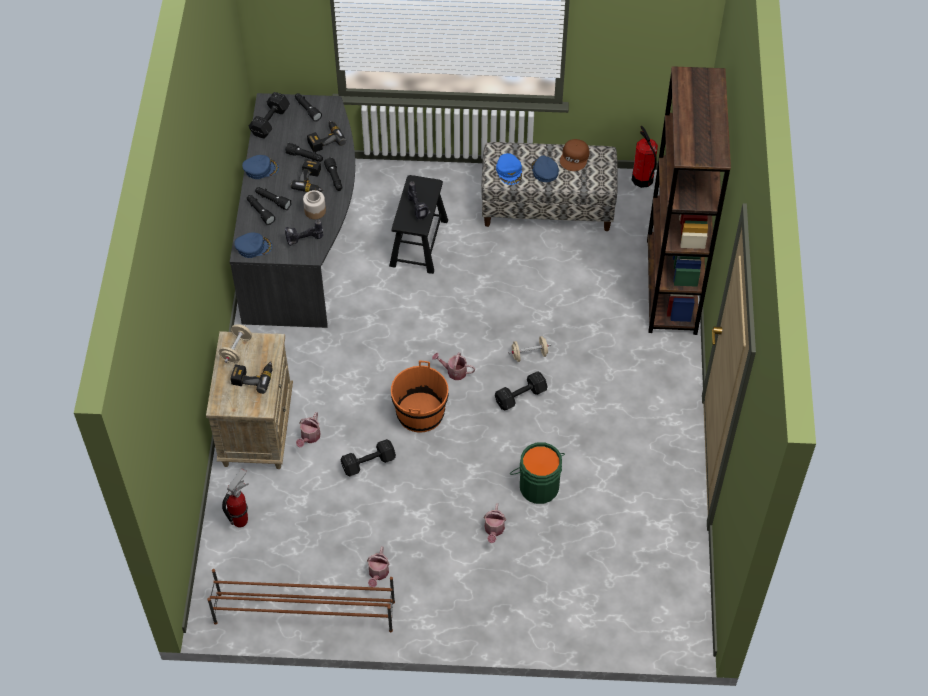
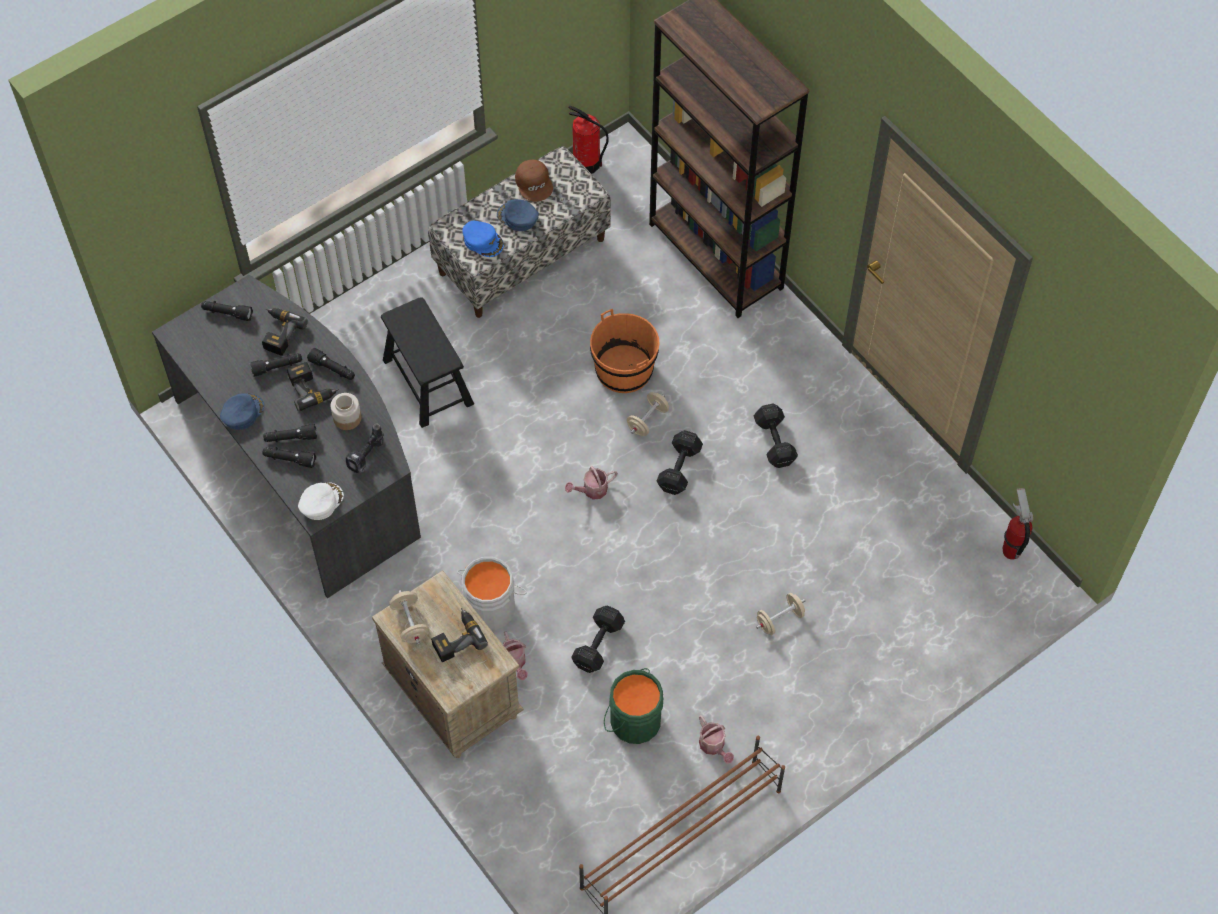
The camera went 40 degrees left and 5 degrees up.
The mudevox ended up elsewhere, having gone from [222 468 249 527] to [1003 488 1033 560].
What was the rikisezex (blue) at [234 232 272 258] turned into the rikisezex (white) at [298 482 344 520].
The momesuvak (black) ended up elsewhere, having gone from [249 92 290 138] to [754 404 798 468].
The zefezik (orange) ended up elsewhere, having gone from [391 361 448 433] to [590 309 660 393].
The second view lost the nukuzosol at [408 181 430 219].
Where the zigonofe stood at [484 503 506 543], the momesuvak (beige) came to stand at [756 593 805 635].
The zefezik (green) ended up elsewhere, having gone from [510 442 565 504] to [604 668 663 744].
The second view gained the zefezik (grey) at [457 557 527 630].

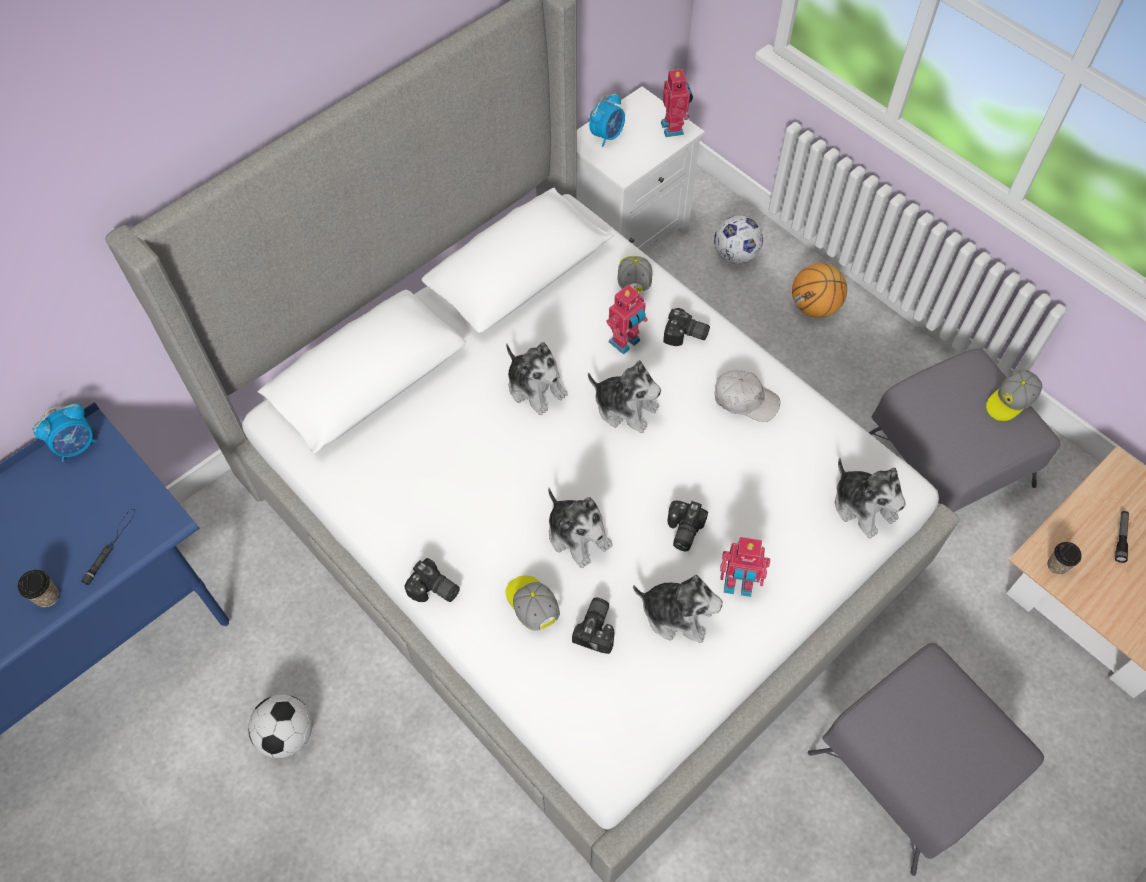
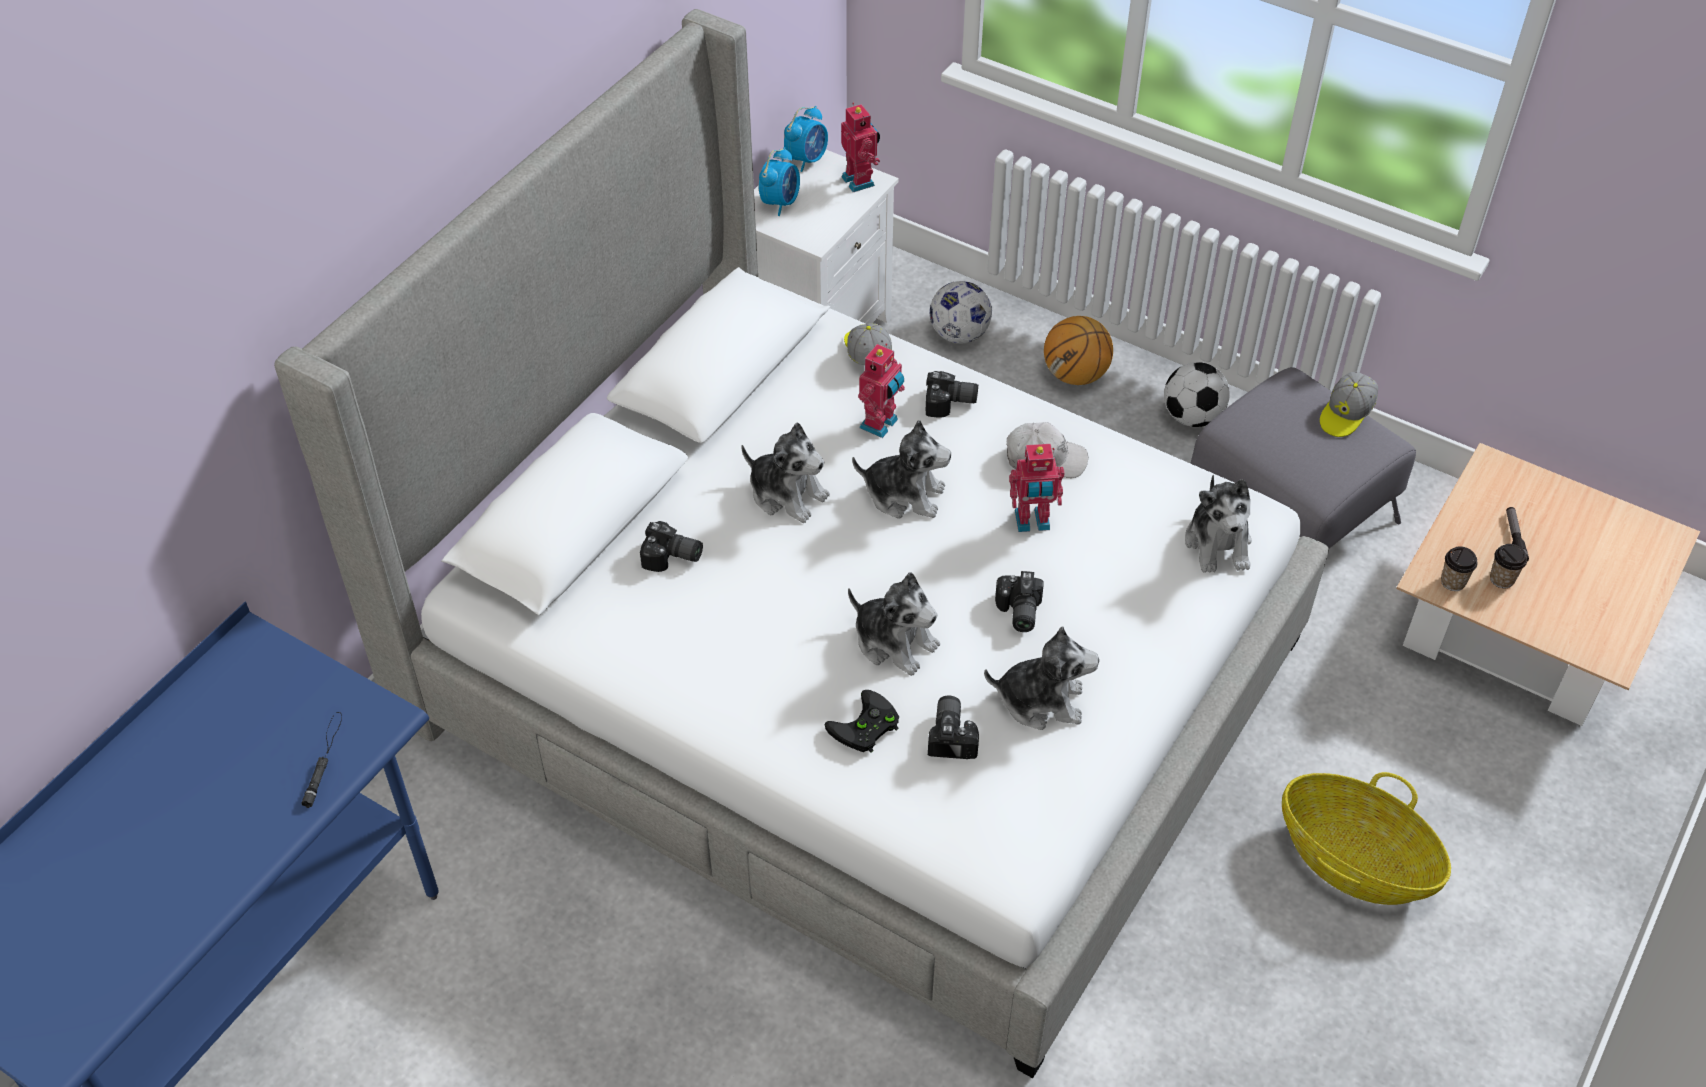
The camera went 15 degrees left and 10 degrees down.
The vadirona ended up elsewhere, having gone from [18 570 59 608] to [1490 544 1527 588].
The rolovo ended up elsewhere, having gone from [32 403 97 462] to [784 106 828 172].
The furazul ended up elsewhere, having gone from [248 694 312 758] to [1164 362 1230 427].
The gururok ended up elsewhere, having gone from [404 558 460 602] to [640 521 703 572].
Where the rikisezex stood at [505 575 560 631], the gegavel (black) came to stand at [825 690 899 753].
The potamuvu ended up elsewhere, having gone from [720 537 770 597] to [1009 444 1064 532].
Where the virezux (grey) stood at [808 643 1044 876], the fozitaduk came to stand at [1282 772 1451 905].
The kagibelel at [835 458 906 538] ended up facing another way, 45 degrees clockwise from before.

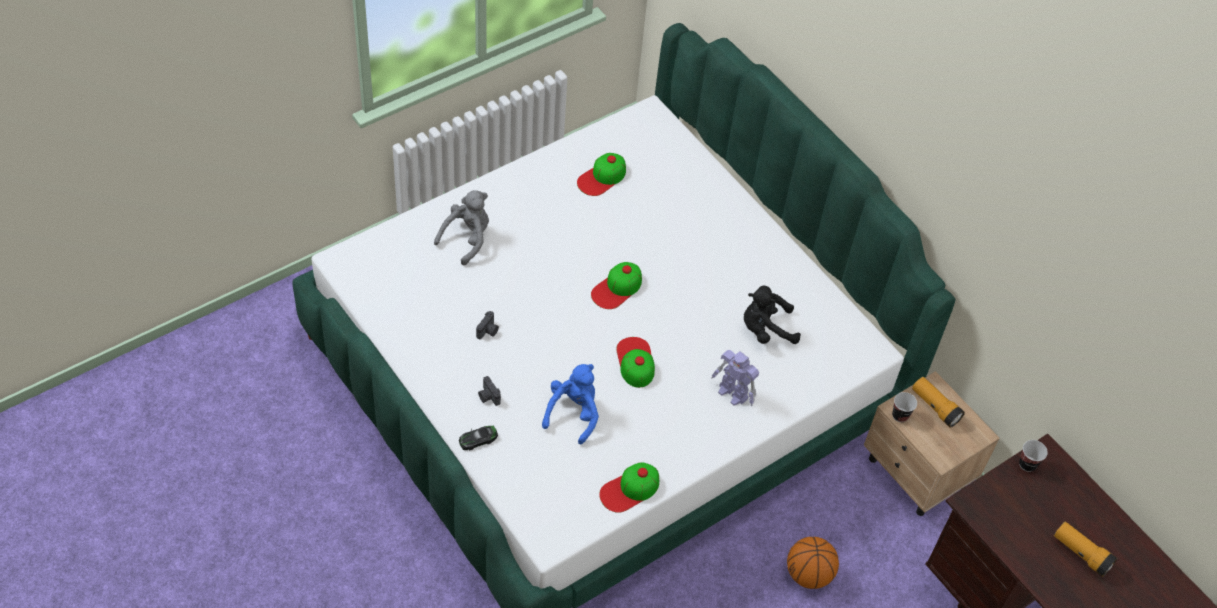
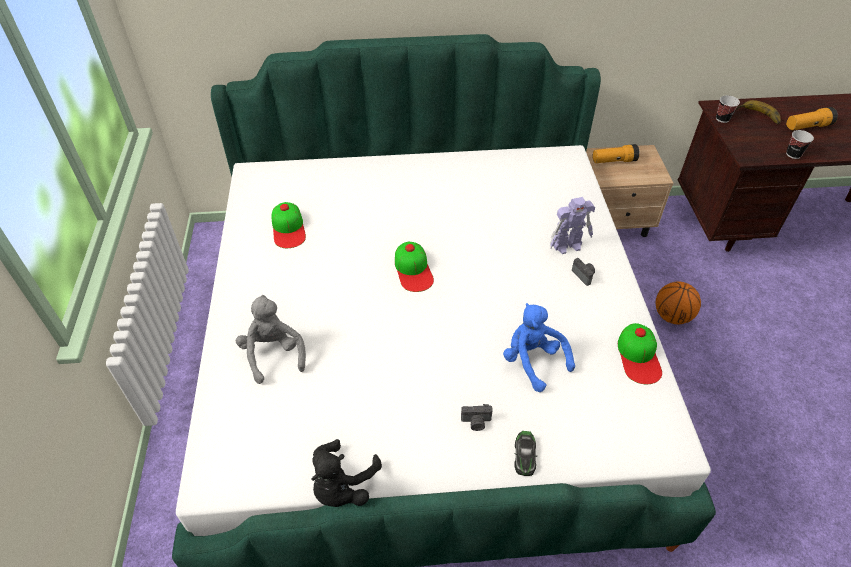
The camera went 55 degrees left and 5 degrees down.
The gururok ended up elsewhere, having gone from [476 311 499 339] to [572 258 595 286].
The second view lost the rikisezex at [617 337 655 388].
The kagibelel (black) ended up elsewhere, having gone from [744 286 801 344] to [311 439 382 507].
The vadirona ended up elsewhere, having gone from [892 392 917 422] to [786 130 814 159].
The second view gained the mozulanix at [736 100 781 124].

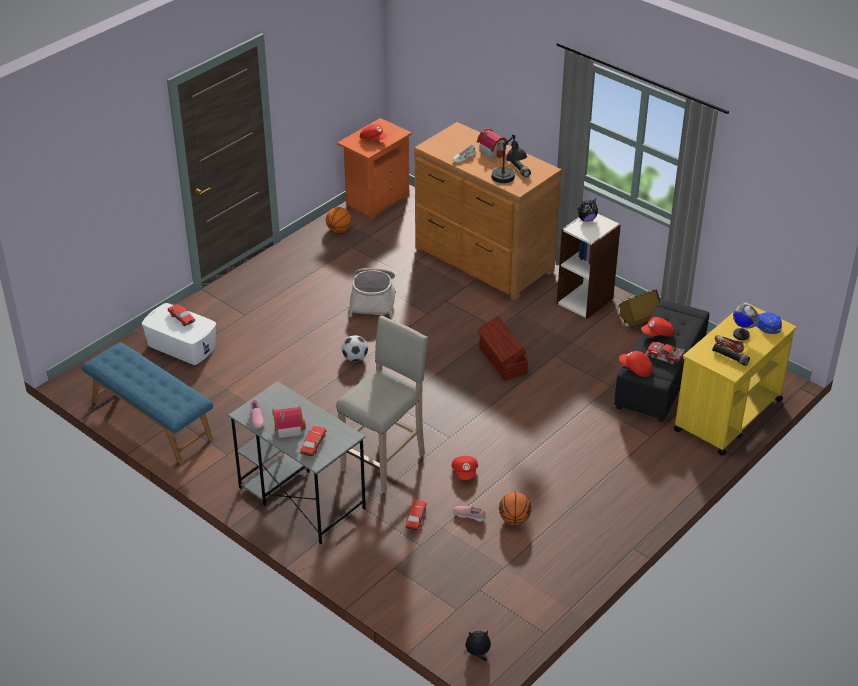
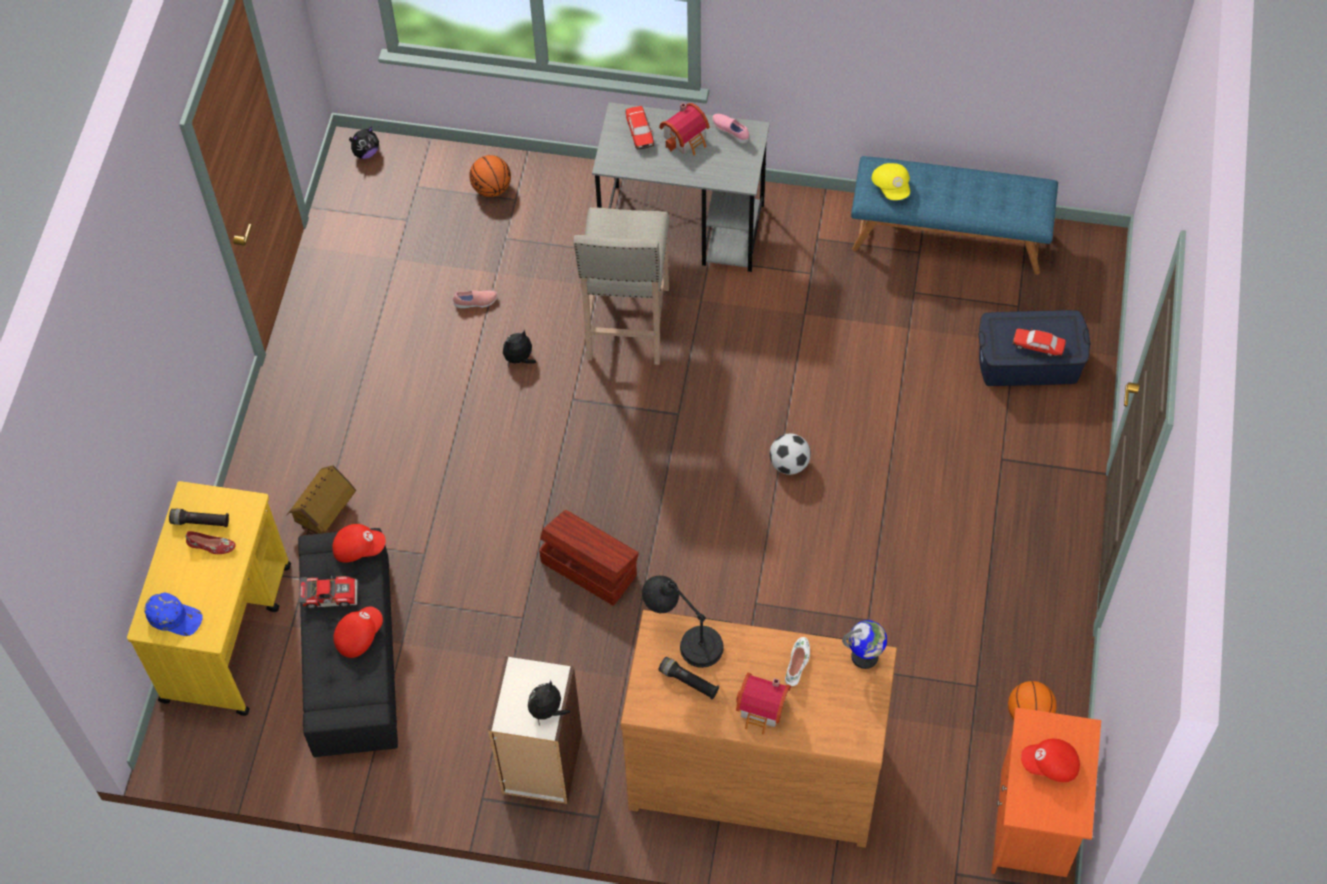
The camera went 150 degrees right and 20 degrees up.
What was the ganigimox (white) at [142 303 216 365] turned into the ganigimox (blue) at [978 310 1090 386].
The second view lost the fozitaduk at [349 268 396 318].
The second view lost the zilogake at [406 500 427 530].
Where the rikisezex (red) stood at [451 456 478 479], the kagibelel came to stand at [503 330 536 367].
The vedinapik ended up elsewhere, having gone from [499 492 531 525] to [469 155 511 197].
The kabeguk ended up elsewhere, having gone from [618 289 660 329] to [286 465 356 535].
The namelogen ended up elsewhere, having gone from [733 304 759 340] to [842 620 887 669].
The second view gained the rikisezex (yellow) at [872 163 910 200].

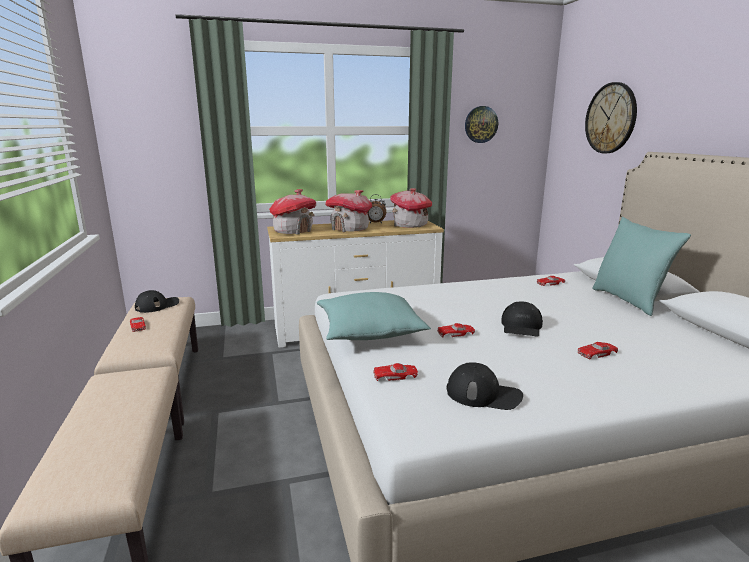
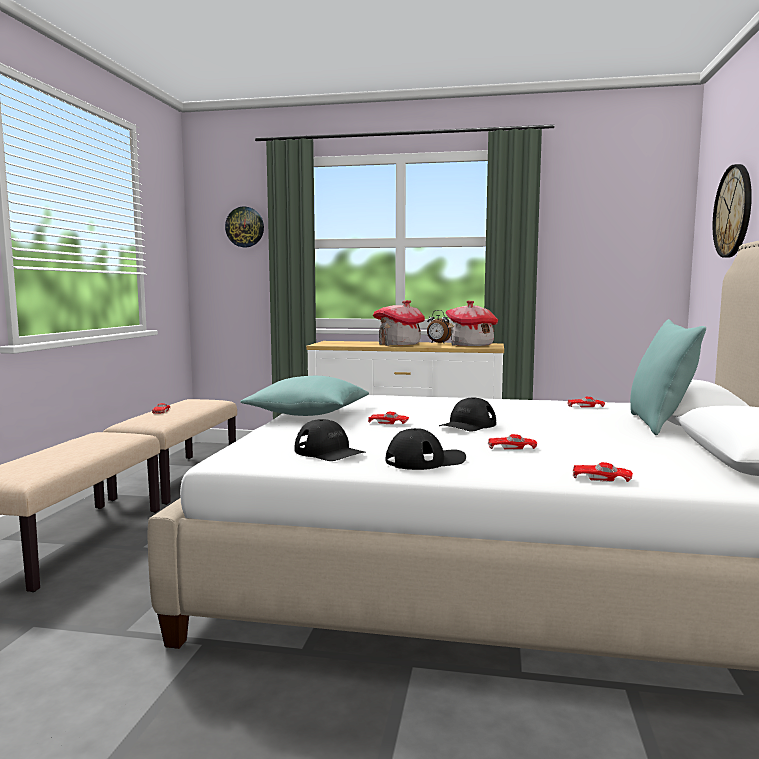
The camera went 25 degrees right and 10 degrees down.
The rikisezex (black) ended up elsewhere, having gone from [135 290 179 313] to [386 428 466 470].
The second view lost the kabeguk at [269 189 316 235].
The zilogake (red) ended up elsewhere, having gone from [373 363 418 381] to [572 462 633 482].
The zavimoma ended up elsewhere, having gone from [465 106 498 143] to [225 207 264 247].

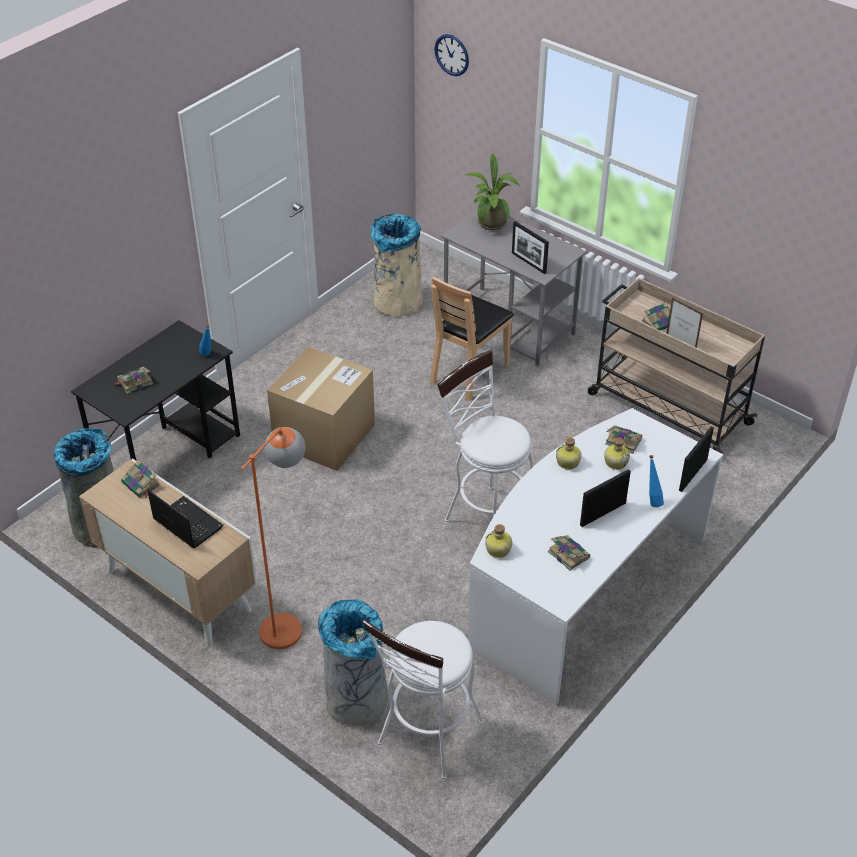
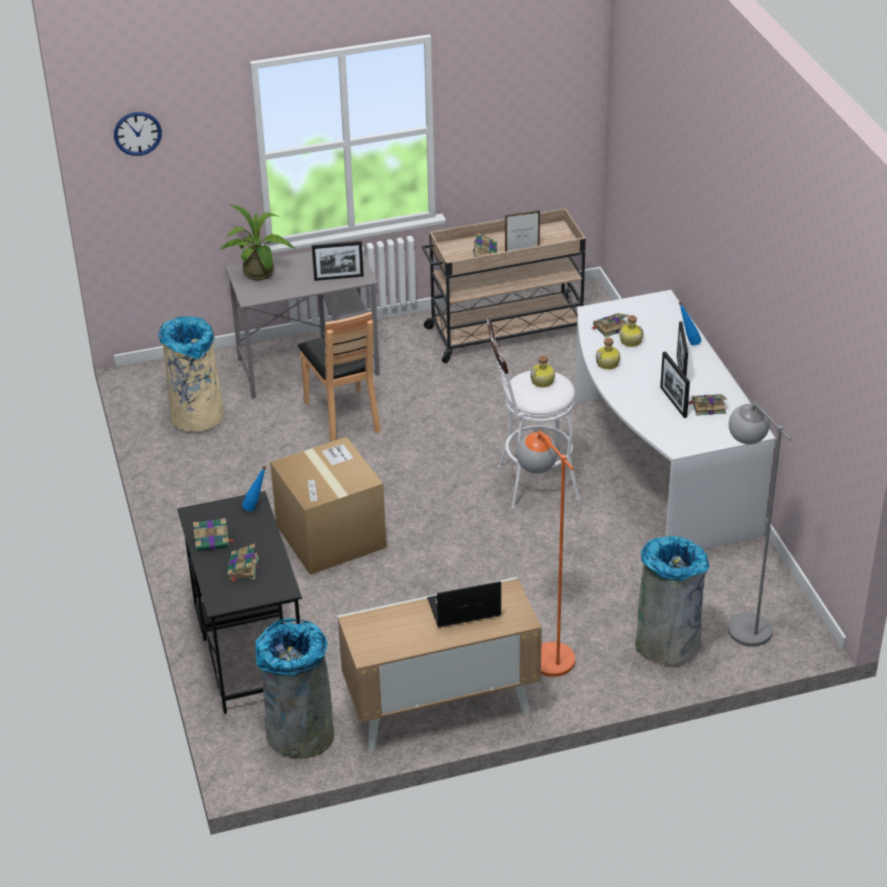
The camera went 55 degrees left and 5 degrees down.
The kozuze ended up elsewhere, having gone from [121 460 160 498] to [193 518 235 551].
Where the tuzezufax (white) stood at [363 619 484 779], the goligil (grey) came to stand at [728 402 791 647].
The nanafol ended up elsewhere, having gone from [485 524 512 558] to [531 355 555 388].
The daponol ended up elsewhere, having gone from [679 427 714 492] to [660 351 690 418].

